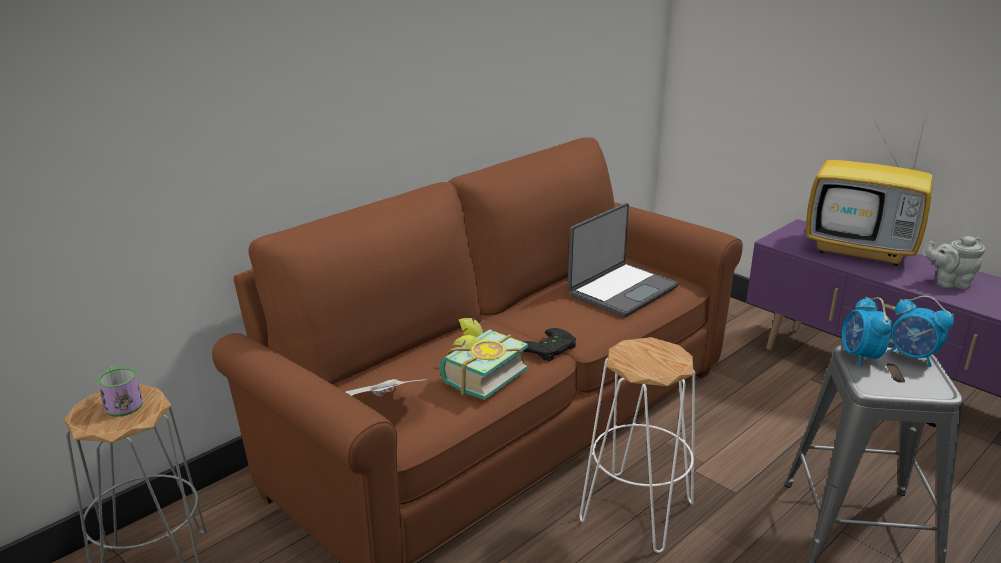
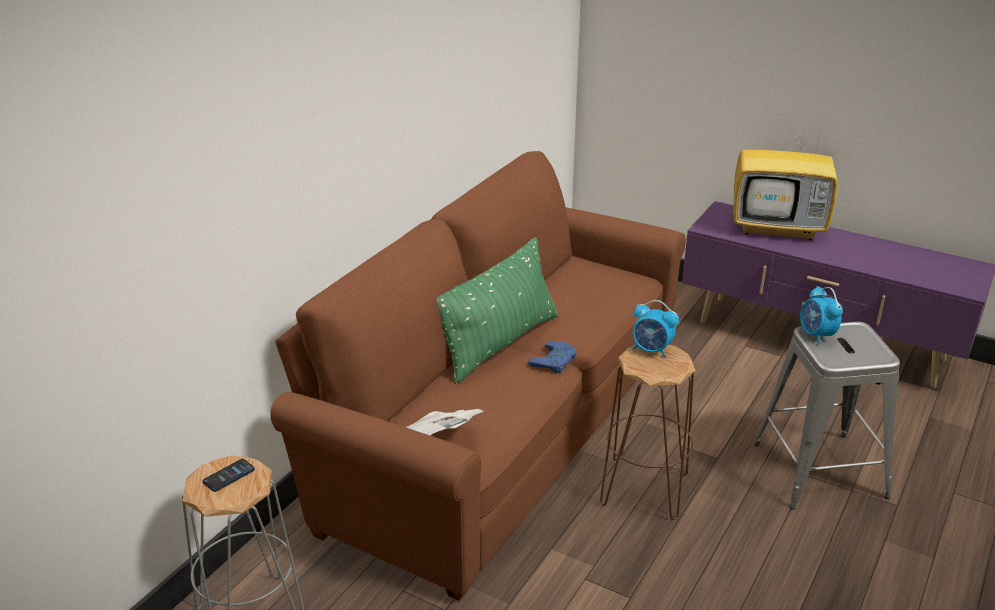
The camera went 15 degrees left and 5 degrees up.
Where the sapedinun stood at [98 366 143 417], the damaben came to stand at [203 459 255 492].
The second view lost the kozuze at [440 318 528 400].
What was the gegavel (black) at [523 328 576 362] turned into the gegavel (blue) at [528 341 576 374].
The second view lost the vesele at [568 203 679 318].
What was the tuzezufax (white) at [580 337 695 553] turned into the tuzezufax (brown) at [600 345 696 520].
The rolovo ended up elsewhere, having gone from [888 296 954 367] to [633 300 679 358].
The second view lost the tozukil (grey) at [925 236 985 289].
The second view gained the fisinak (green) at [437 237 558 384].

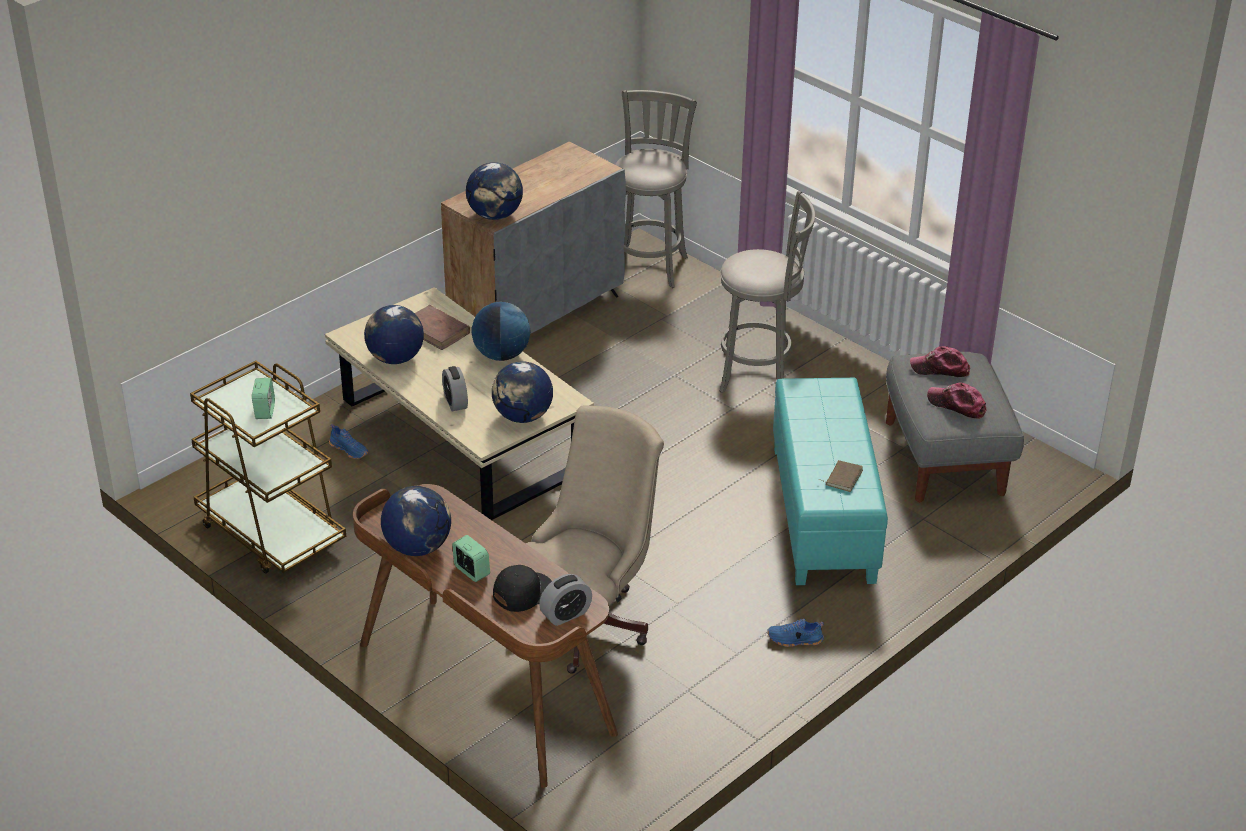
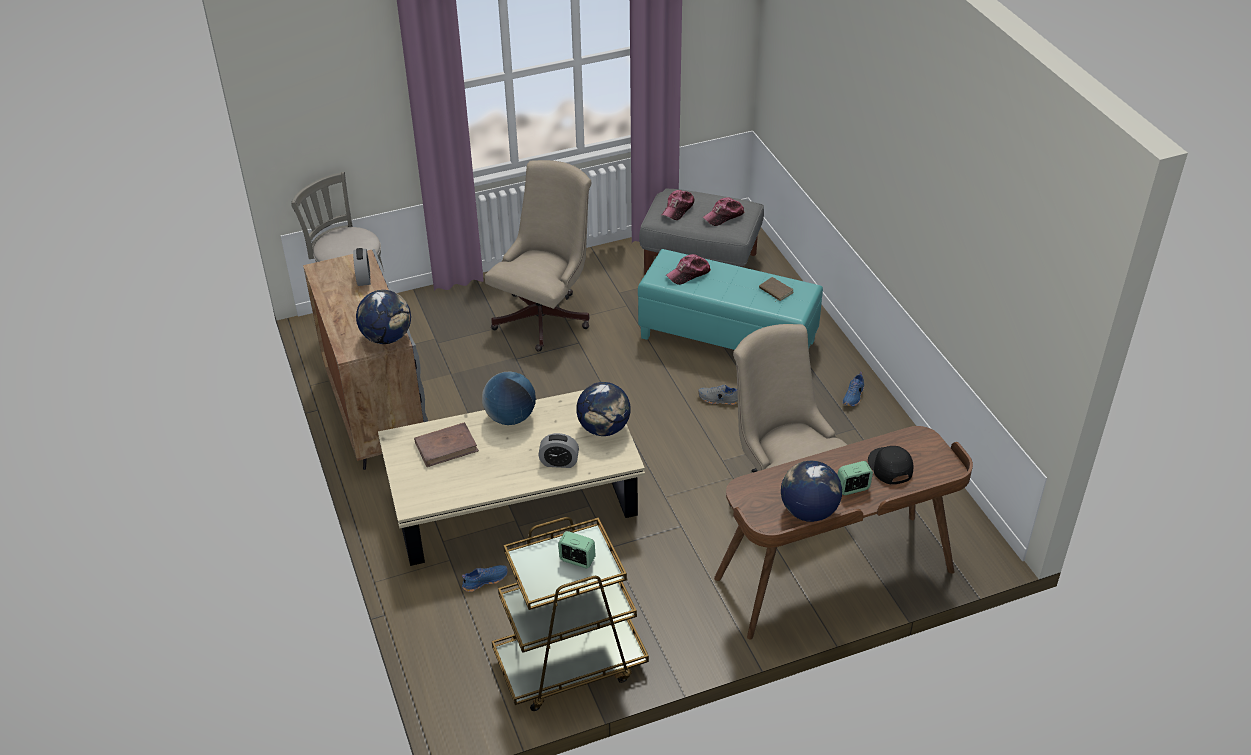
The camera went 65 degrees left and 5 degrees up.
The second view lost the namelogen at [364 305 424 364].
The rolovo ended up elsewhere, having gone from [539 574 592 626] to [353 248 371 286].
Where the tuzezufax (grey) stood at [720 191 815 393], the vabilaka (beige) came to stand at [485 160 591 352].
The second view gained the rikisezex at [666 254 711 285].
The second view gained the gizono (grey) at [698 384 738 405].

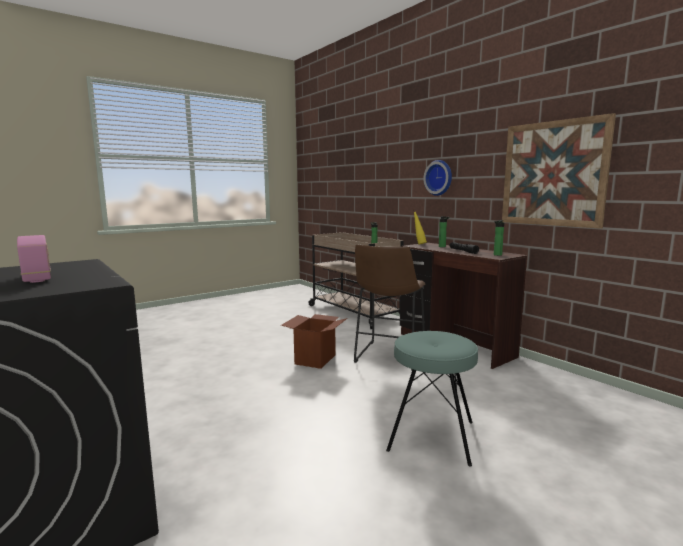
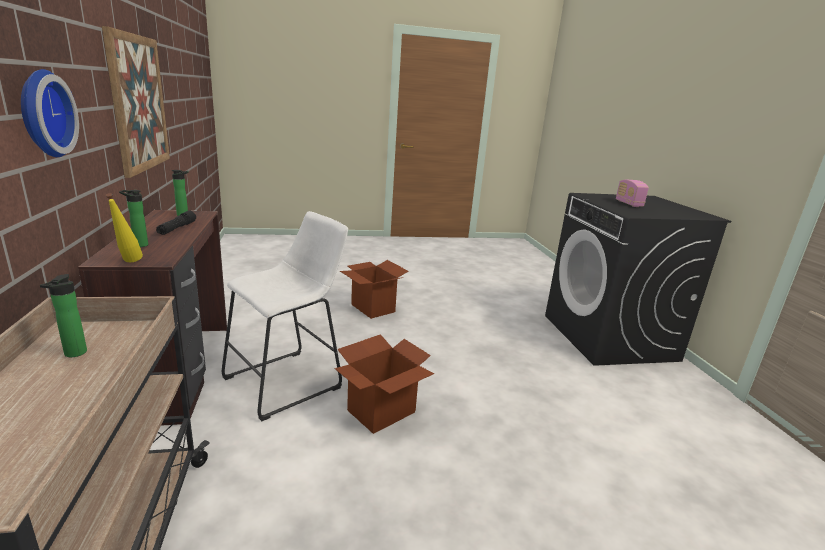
The camera went 155 degrees left and 10 degrees up.
What was the tuzezufax (brown) at [354 245 426 371] turned into the tuzezufax (white) at [222 211 348 421].
Where the tuzezufax (turquoise) stood at [386 331 478 467], the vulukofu came to stand at [340 260 409 319].

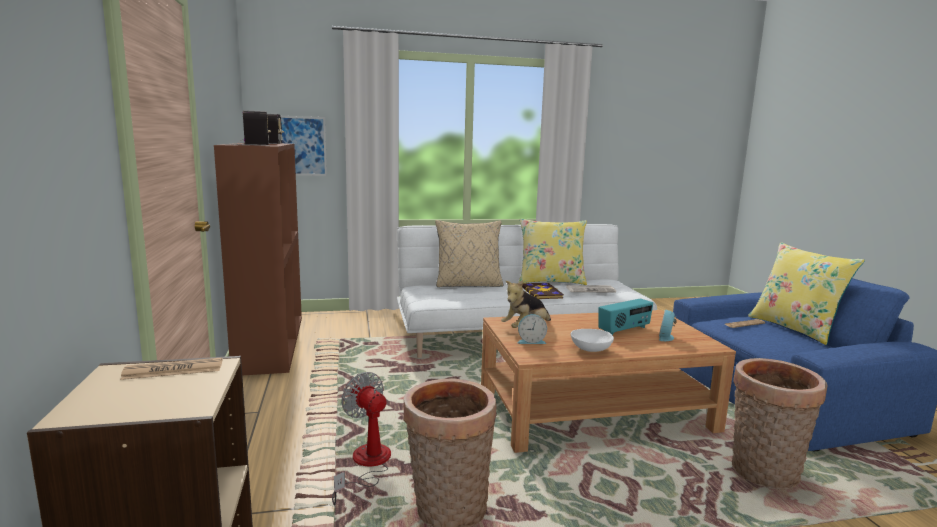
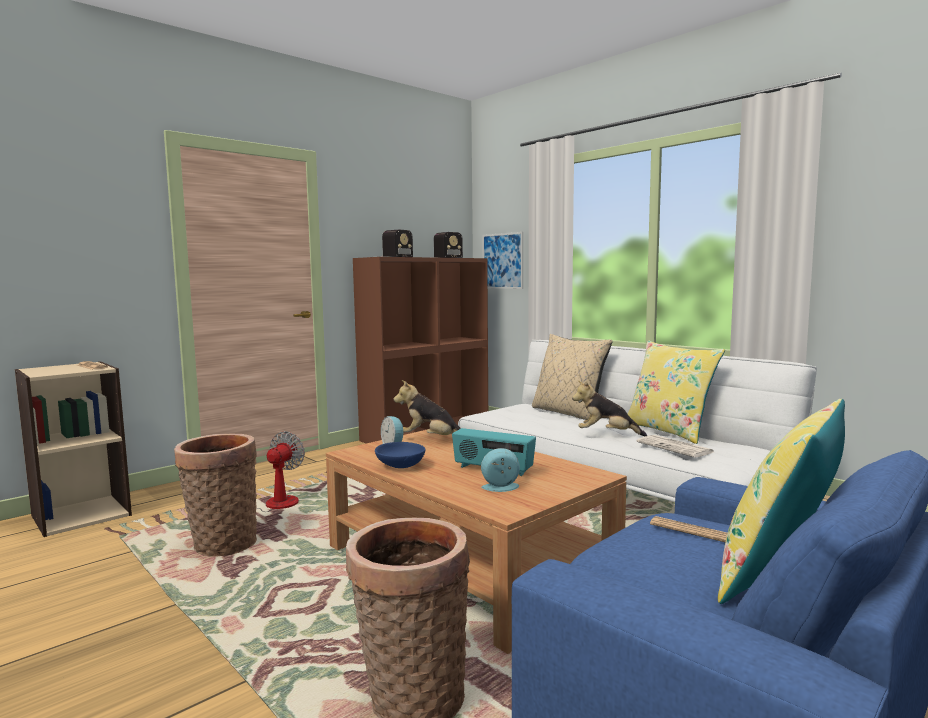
The camera went 60 degrees right and 5 degrees down.
Where the kozuze stood at [522 283 564 299], the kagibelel came to stand at [572 380 647 436].
What was the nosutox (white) at [571 329 614 352] turned into the nosutox (blue) at [375 442 425 468].

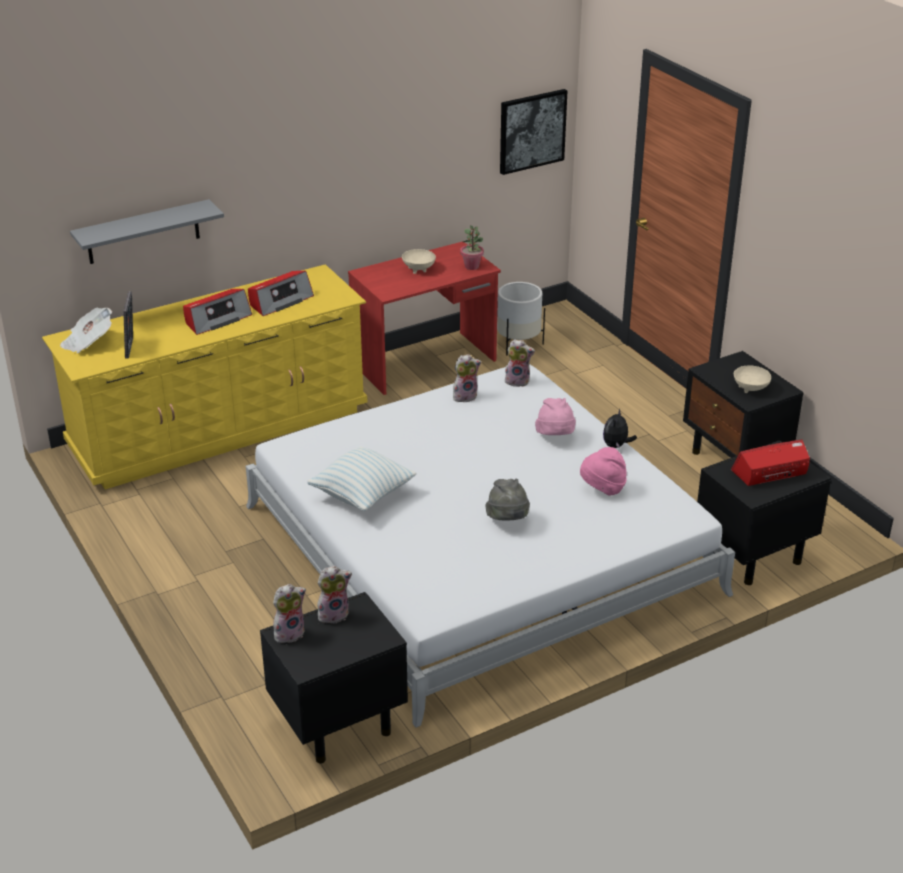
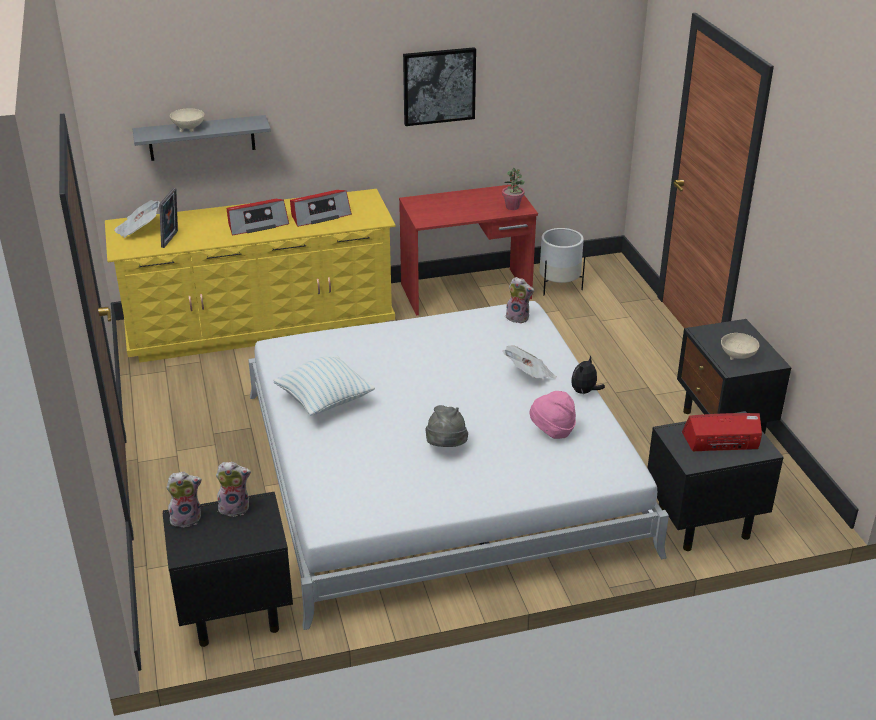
The camera went 15 degrees right and 0 degrees up.
The nosutox (beige) ended up elsewhere, having gone from [402 249 436 274] to [170 108 205 132].
The second view lost the kagibelel at [453 354 481 402].
The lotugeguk ended up elsewhere, having gone from [500 89 567 175] to [403 47 476 126].
Where the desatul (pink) stood at [535 398 576 435], the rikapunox came to stand at [502 345 557 379].

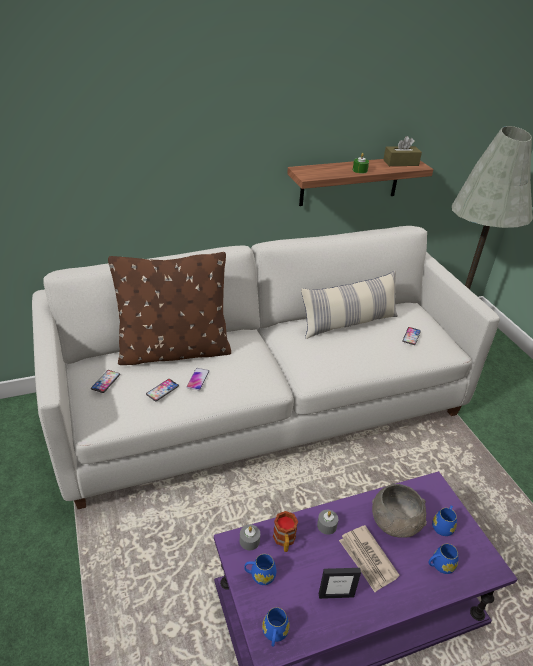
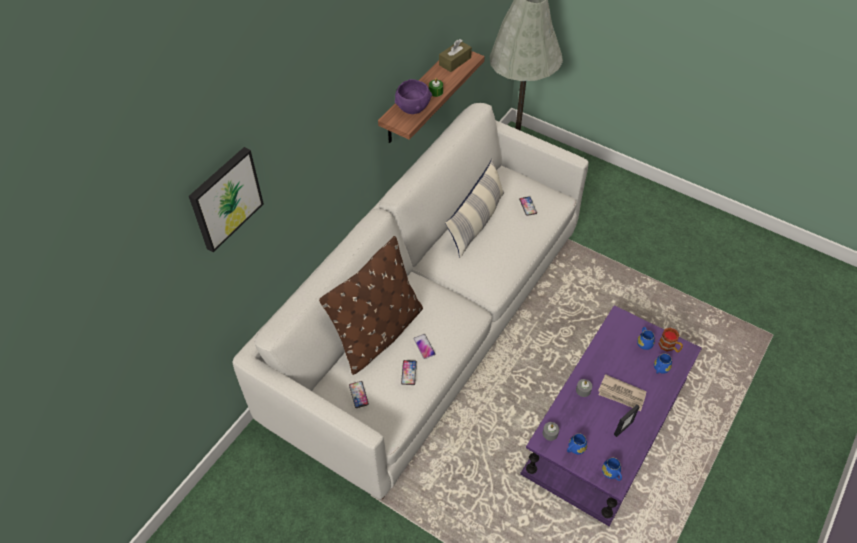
The camera went 35 degrees left and 15 degrees up.
The sapedinun ended up elsewhere, having gone from [273 511 298 552] to [658 327 683 352].
The second view lost the nosutox (grey) at [372 483 427 538].
The second view gained the lotugeguk at [189 147 264 252].
The second view gained the nosutox (purple) at [395 79 432 114].

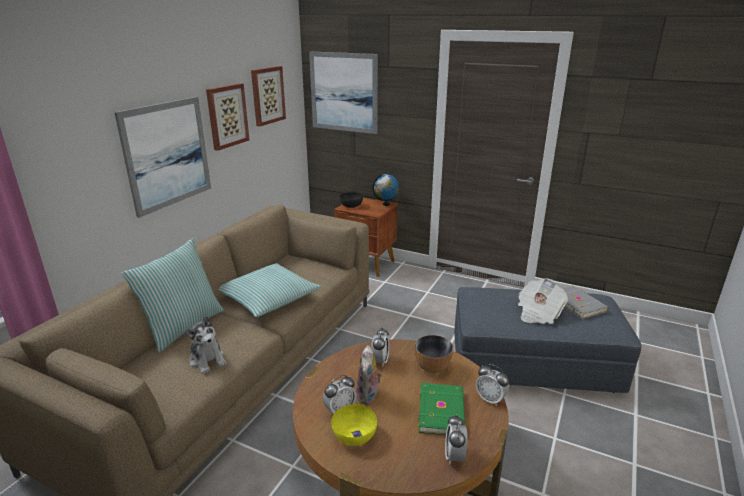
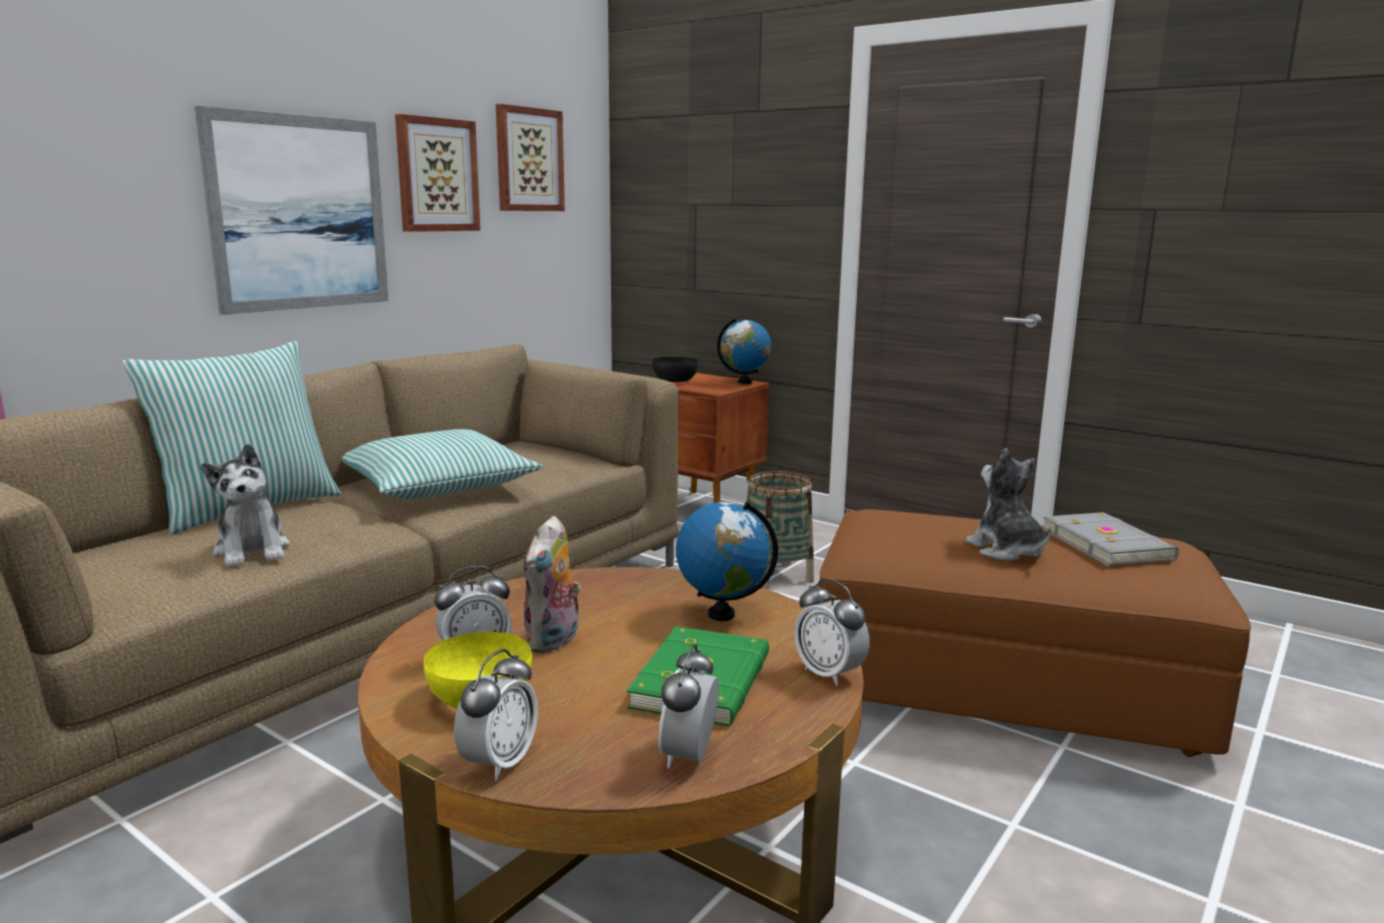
The camera went 10 degrees right and 10 degrees down.
The second view lost the lotugeguk at [309 51 378 134].
The rolovo ended up elsewhere, having gone from [371 327 389 367] to [454 649 538 780].
Where the nosutox stood at [415 335 453 373], the namelogen came to stand at [676 501 778 621].
What was the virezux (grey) at [454 287 642 393] turned into the virezux (brown) at [818 509 1251 757].
Where the rikapunox stood at [518 278 568 324], the kagibelel came to stand at [965 448 1051 561].
The second view gained the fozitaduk at [747 471 814 589].

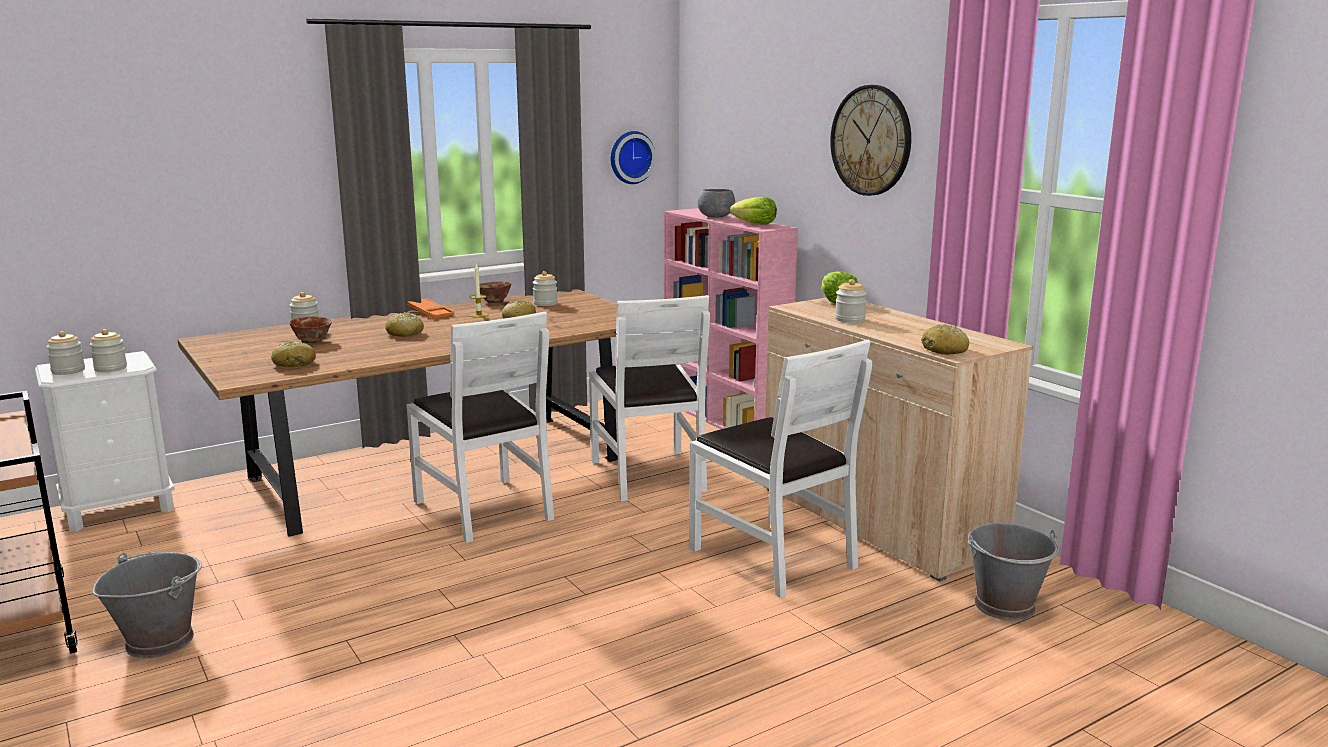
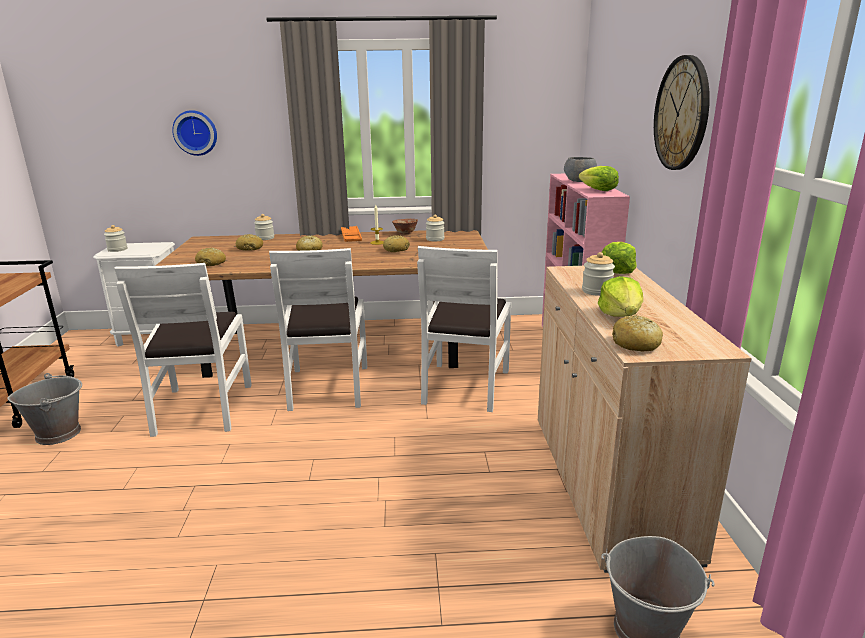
The camera went 30 degrees right and 5 degrees up.
The second view lost the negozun at [90 329 127 372].
Where the nosutox stood at [289 316 332 343], the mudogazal came to stand at [236 234 263 251].
The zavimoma ended up elsewhere, having gone from [611 131 656 184] to [172 110 217 156].
The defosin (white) ended up elsewhere, having gone from [689 340 872 598] to [114 263 252 437].
The second view gained the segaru at [598 276 643 317].

